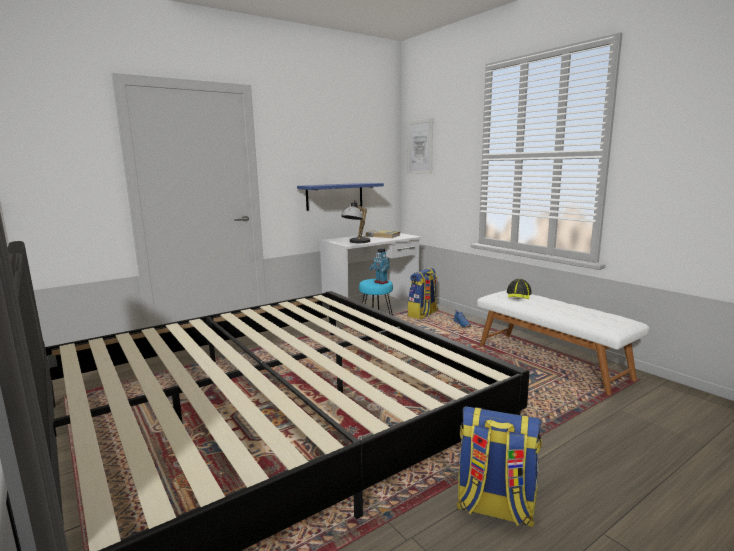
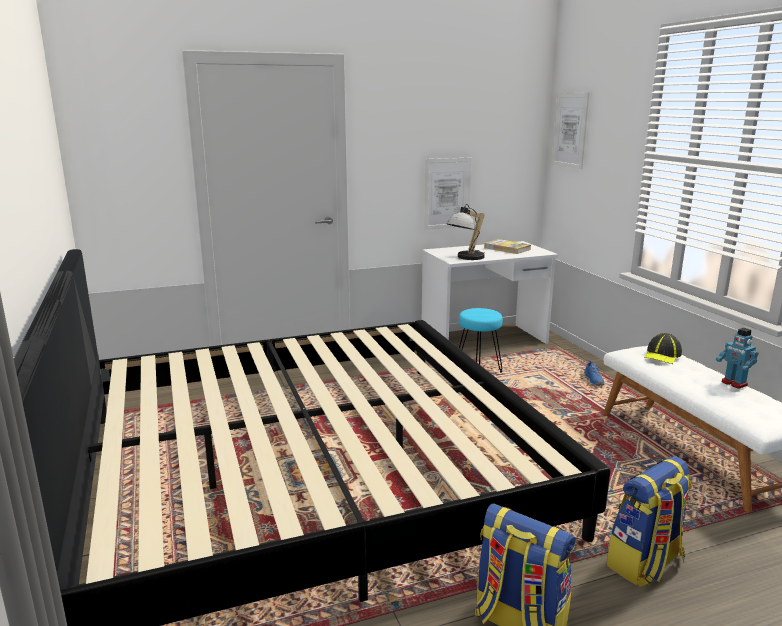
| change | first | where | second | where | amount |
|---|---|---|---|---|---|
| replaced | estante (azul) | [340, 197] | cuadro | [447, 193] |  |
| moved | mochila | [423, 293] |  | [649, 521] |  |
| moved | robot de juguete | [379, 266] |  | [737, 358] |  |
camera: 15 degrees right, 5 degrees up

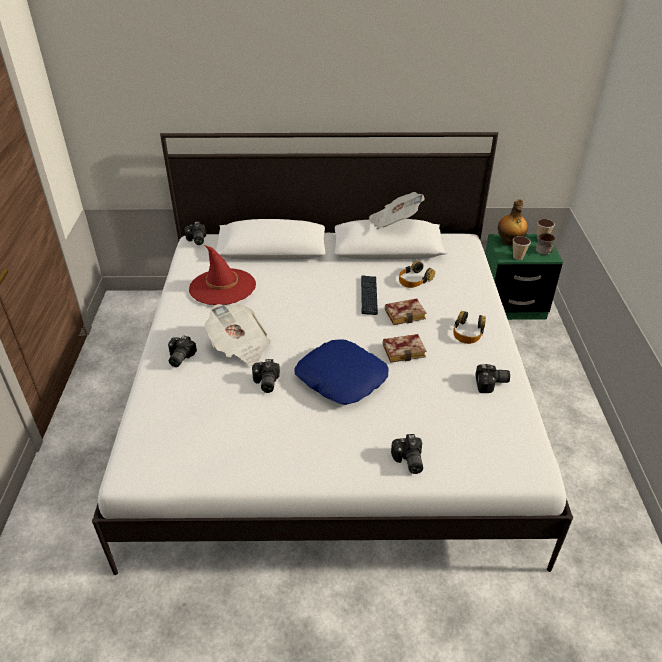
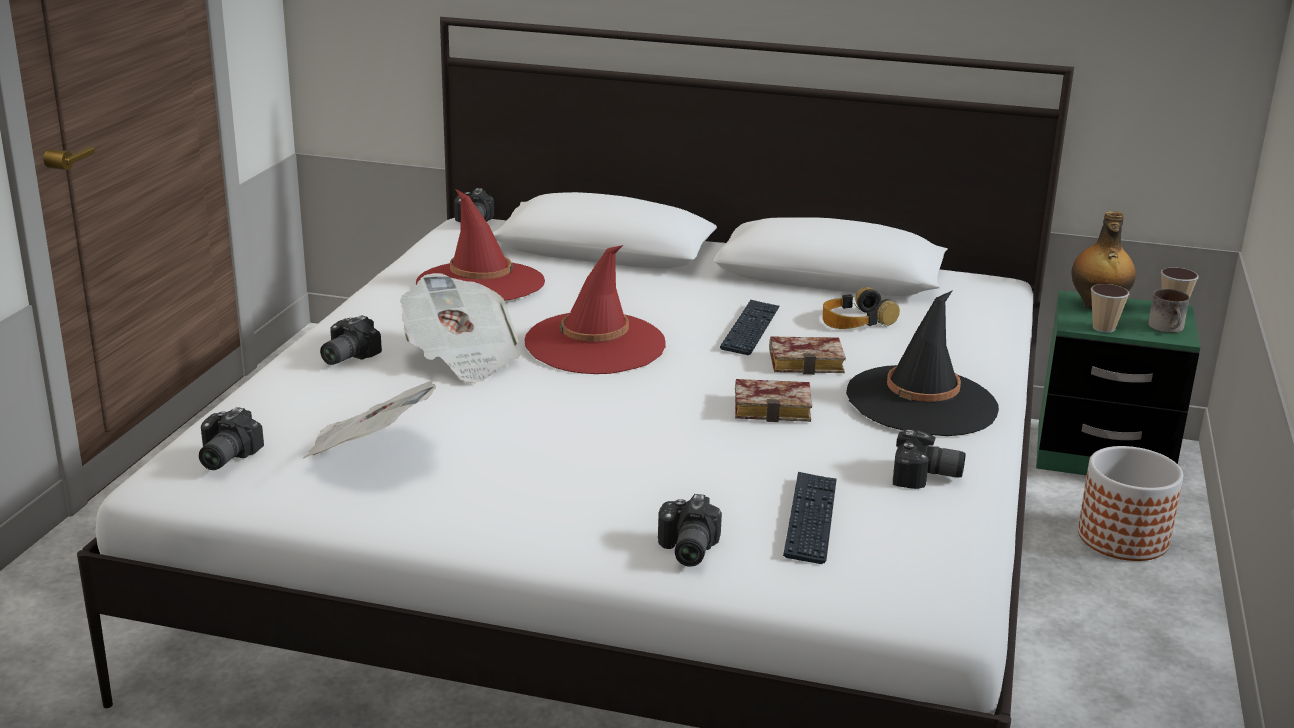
| change | first | where | second | where | amount |
|---|---|---|---|---|---|
| moved | cámara | [266, 376] |  | [231, 438] |  |
| moved | periódico | [397, 210] |  | [369, 418] |  |
| added |  |  | sombrero (rojo) | [595, 309] |  |
| added |  |  | teclado | [810, 518] |  |
| replaced | auriculares | [469, 327] | sombrero (negro) | [922, 363] |  |
| added |  |  | maceta | [1130, 503] |  |
| removed | cojín (azul) | [341, 372] |  |  |  |
camera: 15 degrees right, 15 degrees down

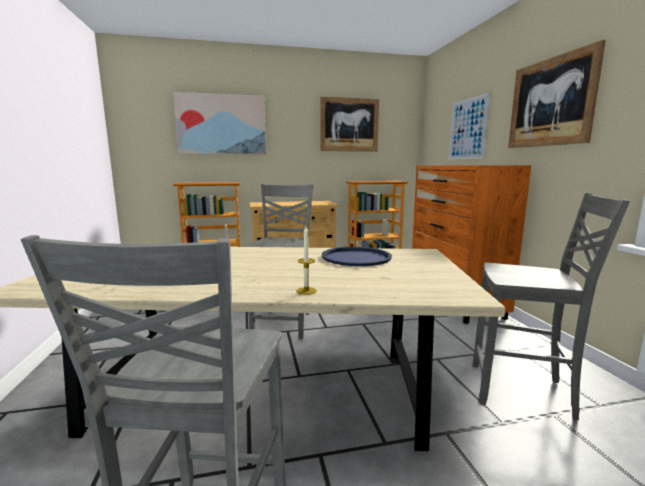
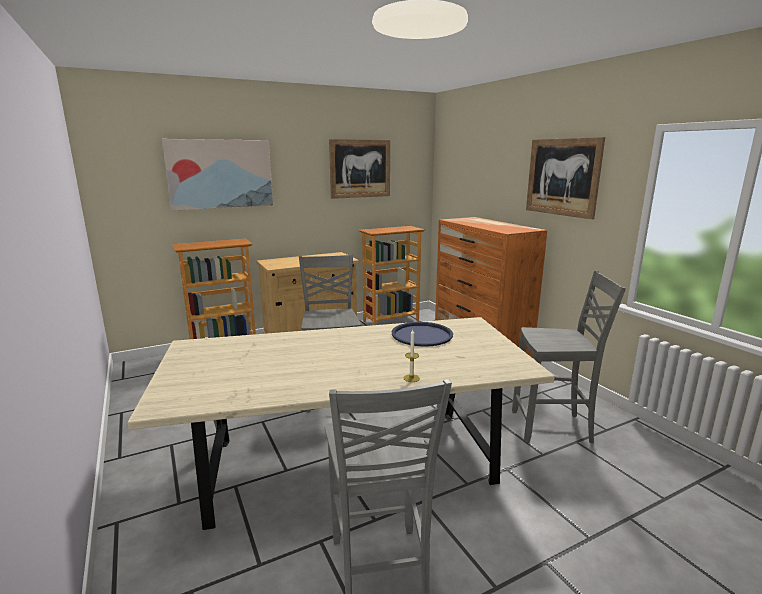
| change | first | where | second | where | amount |
|---|---|---|---|---|---|
| removed | cuadro | [469, 126] |  |  |  |
camera: 15 degrees left, 5 degrees up

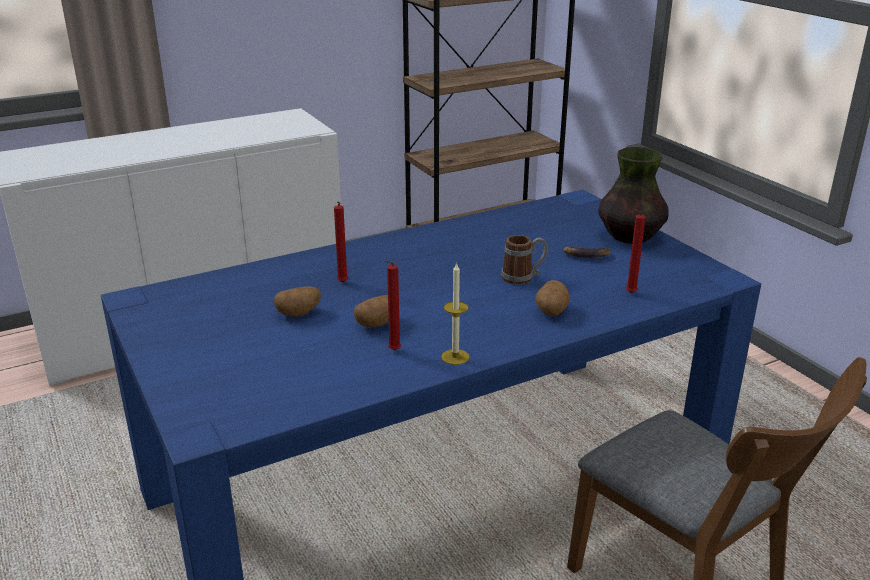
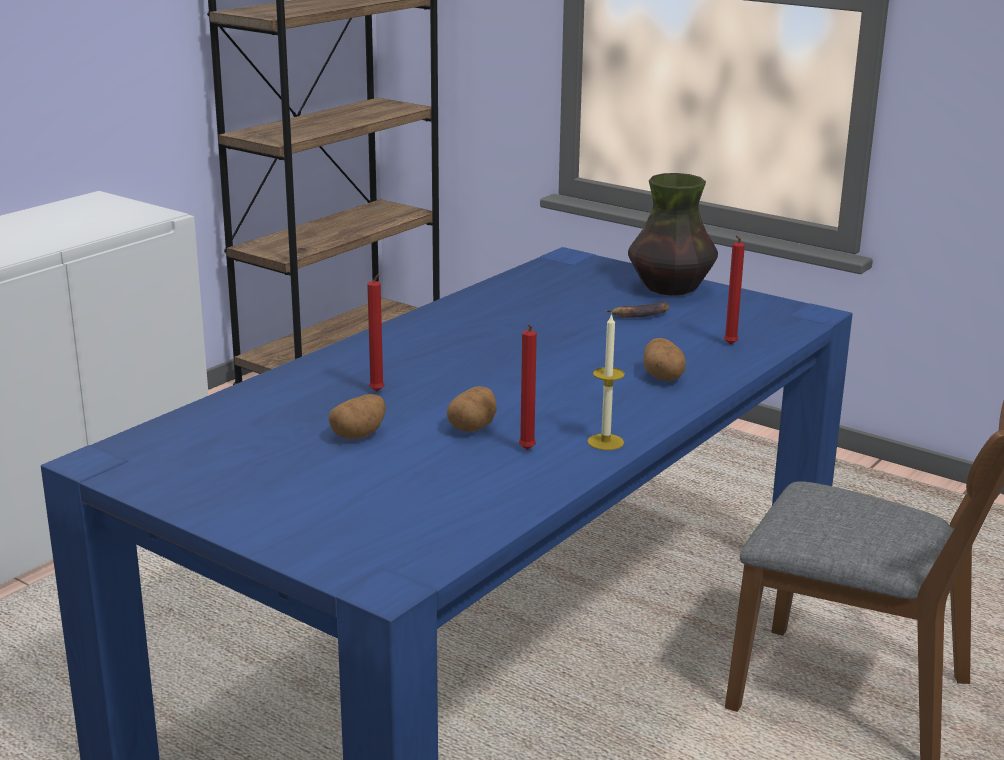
| change | first | where | second | where | amount |
|---|---|---|---|---|---|
| removed | taza grande | [525, 260] |  |  |  |
camera: 25 degrees left, 5 degrees down

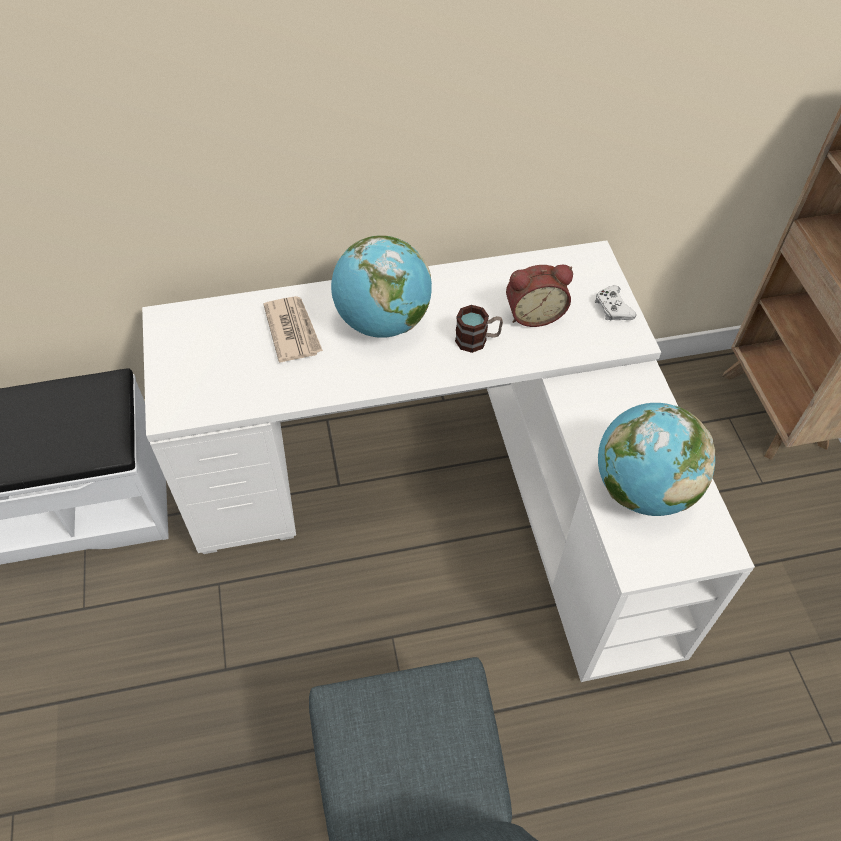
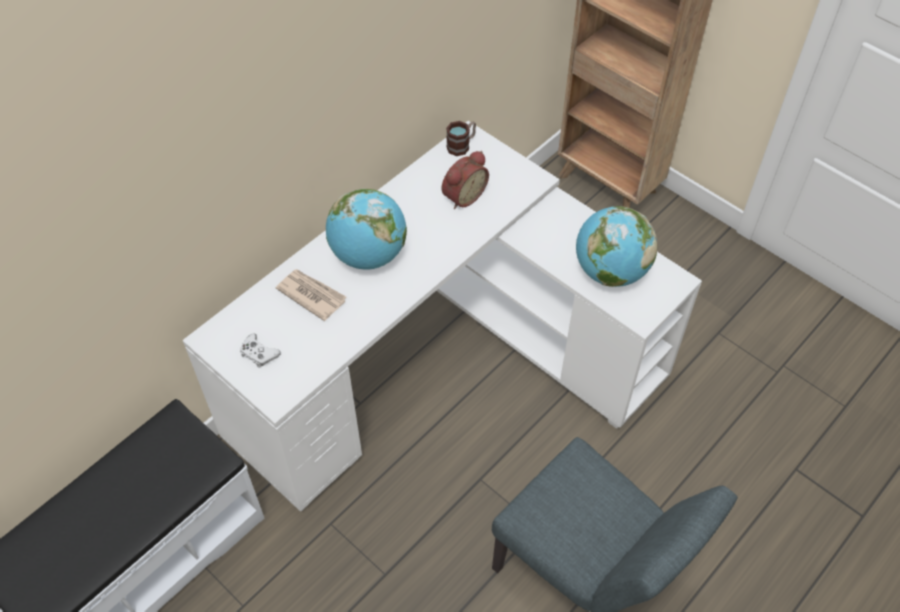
| change | first | where | second | where | amount |
|---|---|---|---|---|---|
| moved | mando de consola (blanco) | [615, 302] |  | [260, 351] |  |
| moved | taza grande | [479, 329] |  | [461, 138] |  |
camera: 35 degrees left, 0 degrees up

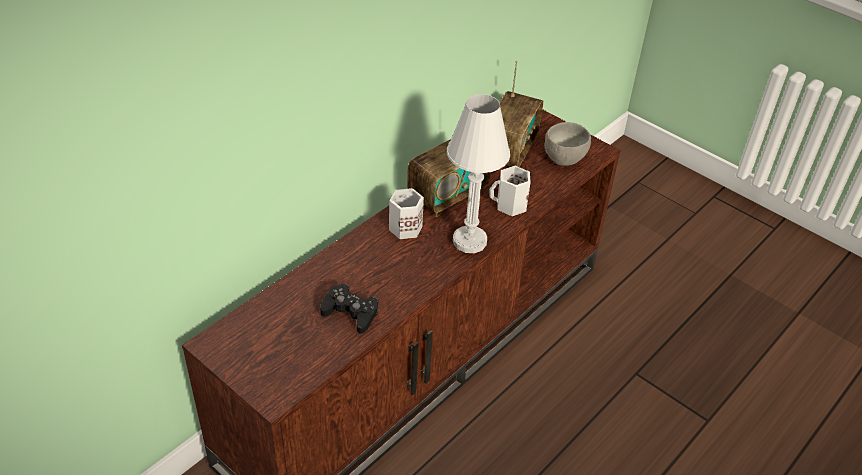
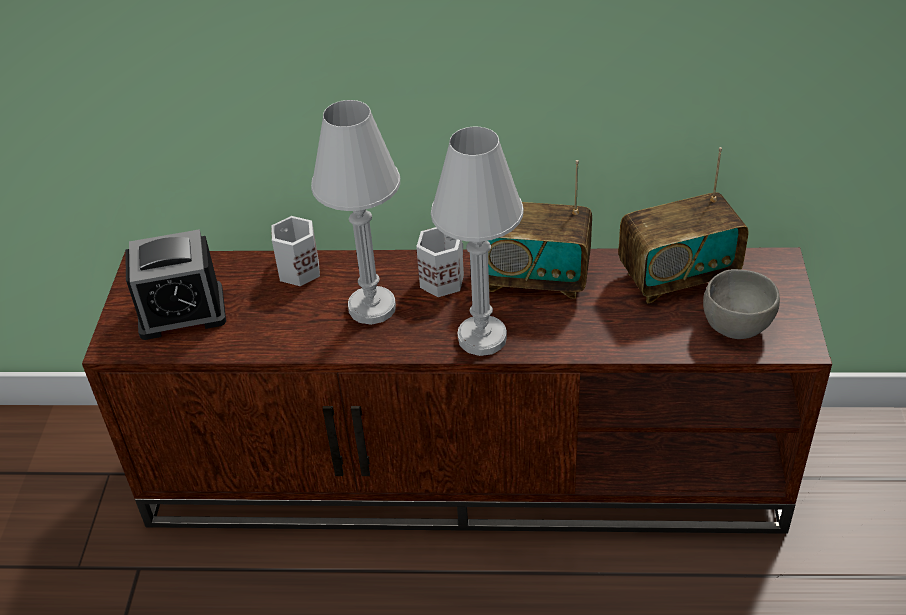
| change | first | where | second | where | amount |
|---|---|---|---|---|---|
| added |  |  | despertador | [175, 284] |  |
| moved | taza grande (blanco) | [510, 191] |  | [295, 251] |  |
| added |  |  | lámpara de mesa (blanco) | [355, 212] |  |
| removed | mando de consola (negro) | [349, 309] |  |  |  |
camera: 55 degrees right, 0 degrees up

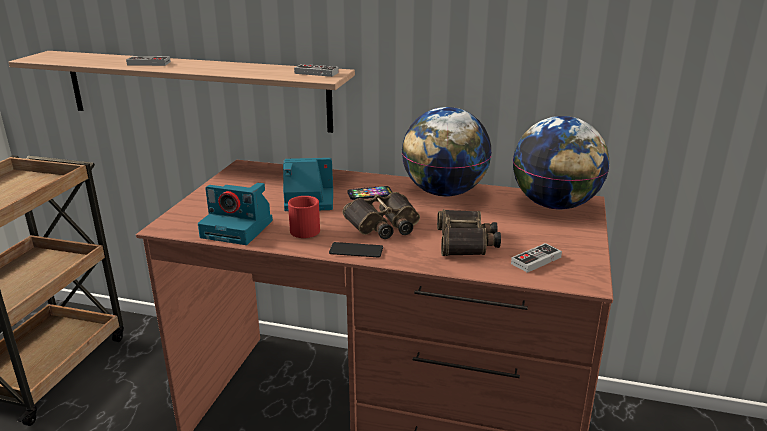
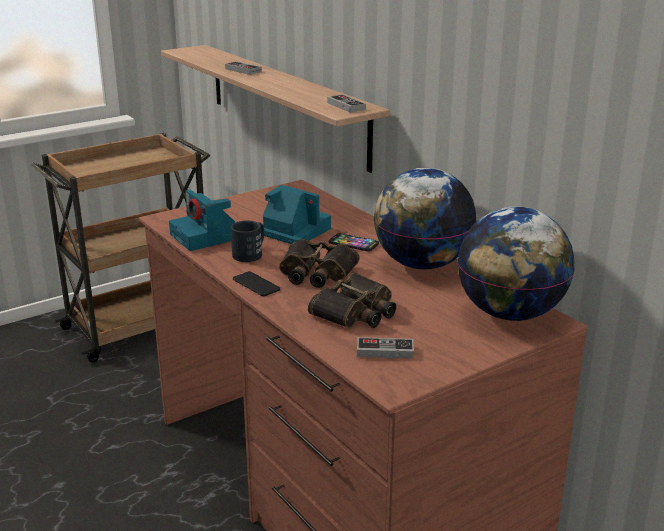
| change | first | where | second | where | amount |
|---|---|---|---|---|---|
| recoloured | taza grande (rojo) | [304, 217] | taza grande (negro) | [247, 241] |  |
camera: 40 degrees right, 0 degrees up

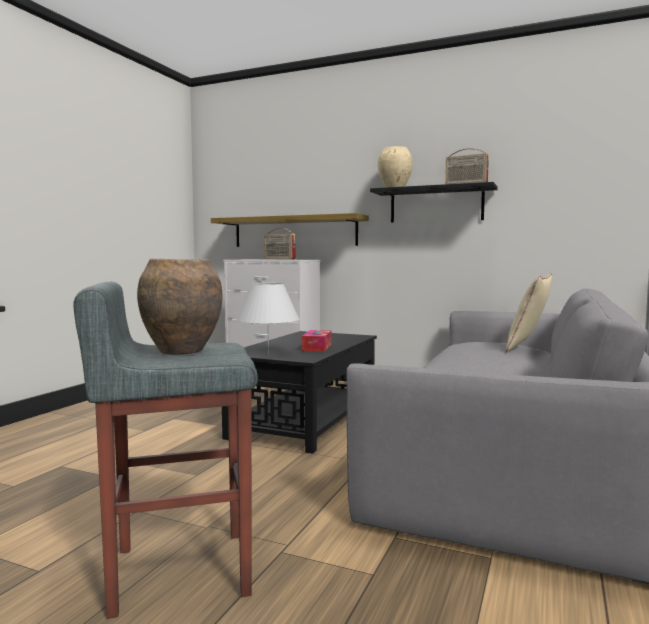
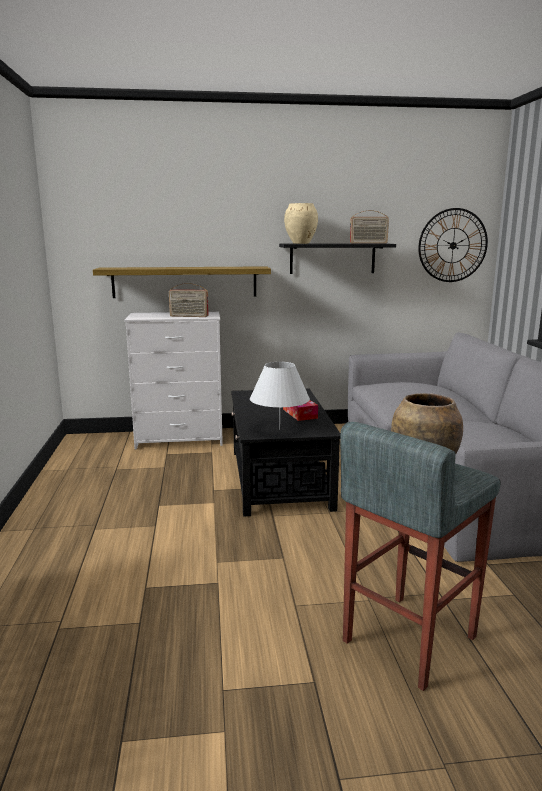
| change | first | where | second | where | amount |
|---|---|---|---|---|---|
| added |  |  | reloj de pared | [453, 245] |  |
| removed | cojín (beis) | [529, 312] |  |  |  |
camera: 30 degrees left, 10 degrees up

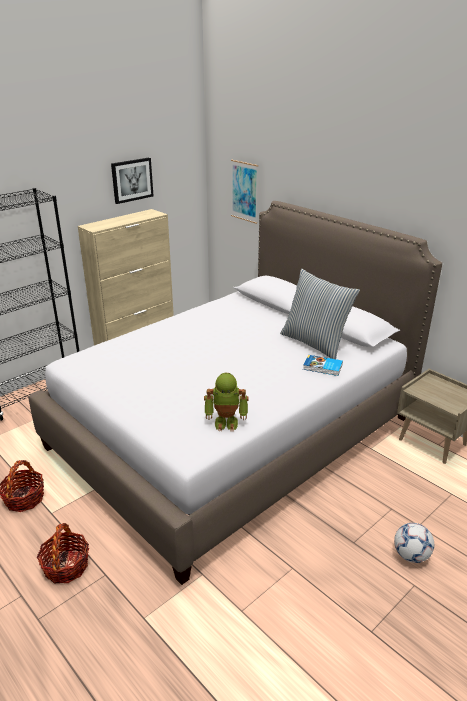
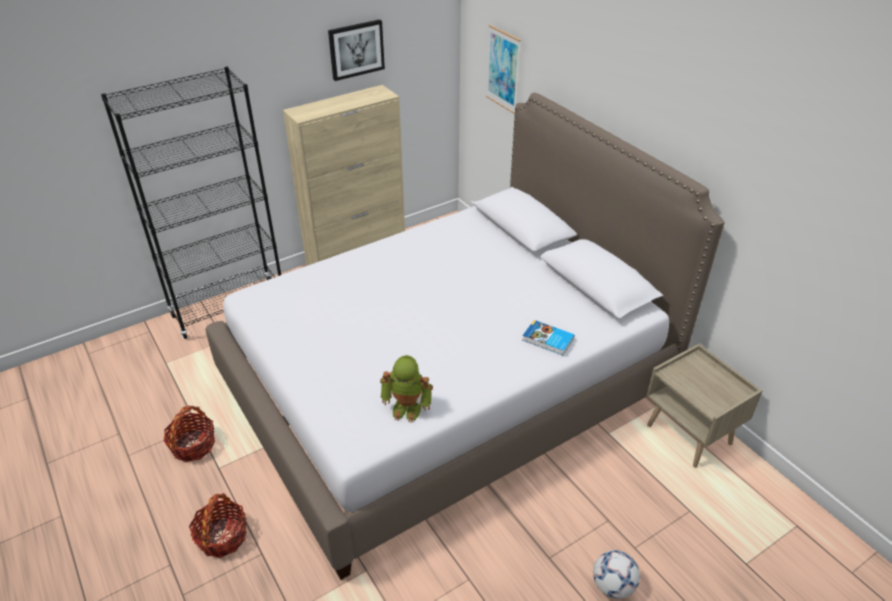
| change | first | where | second | where | amount |
|---|---|---|---|---|---|
| removed | cojín | [320, 314] |  |  |  |
camera: 10 degrees right, 10 degrees up

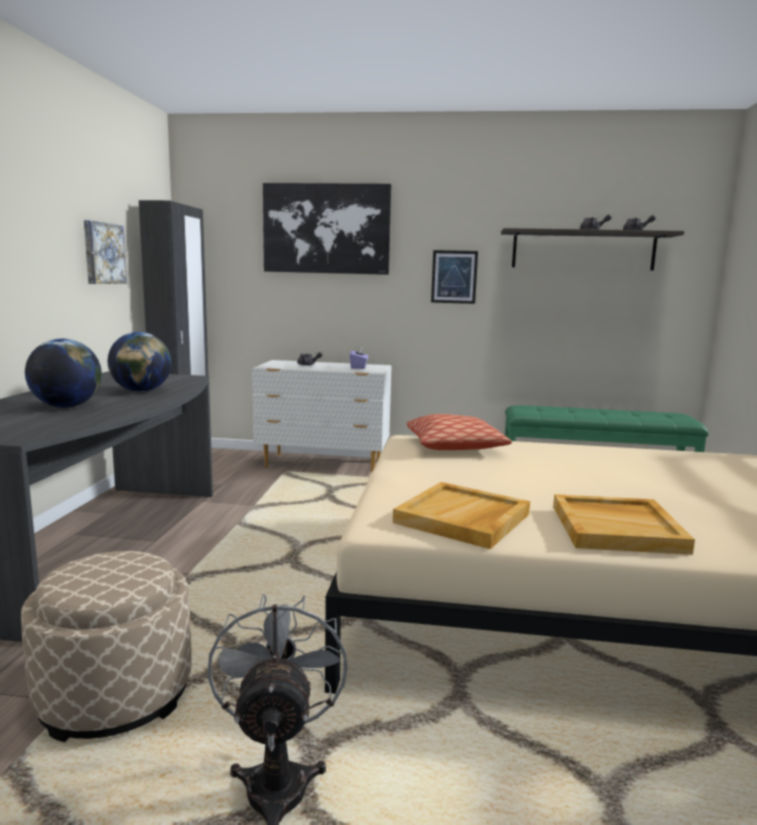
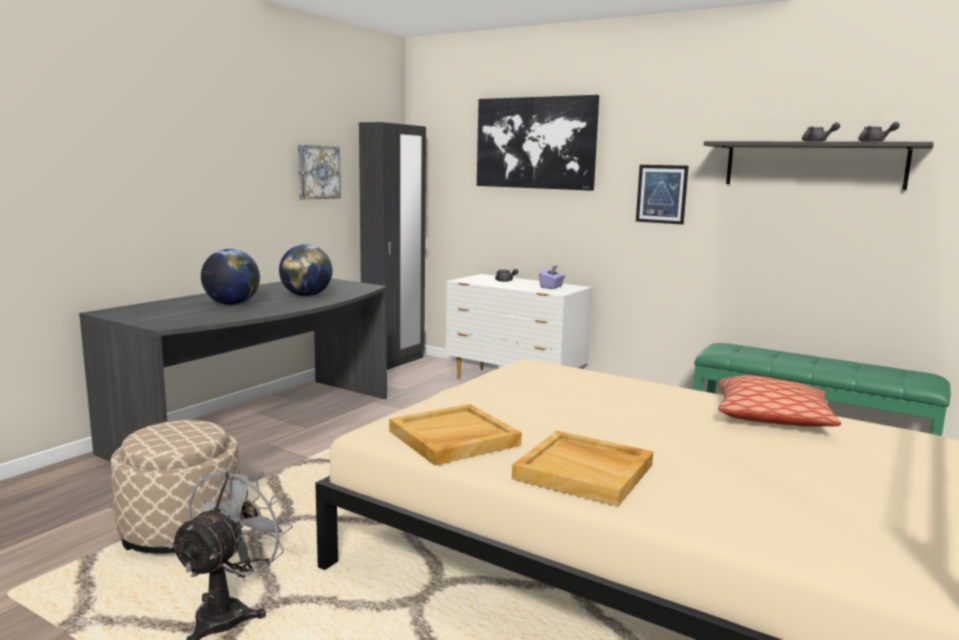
| change | first | where | second | where | amount |
|---|---|---|---|---|---|
| moved | cojín | [459, 432] |  | [780, 401] |  |
camera: 25 degrees right, 0 degrees up

